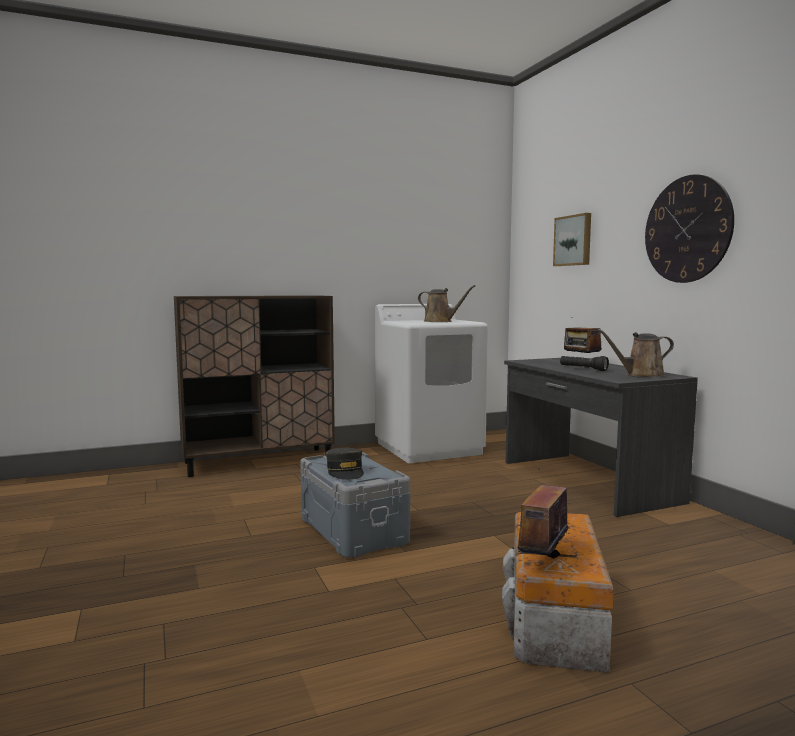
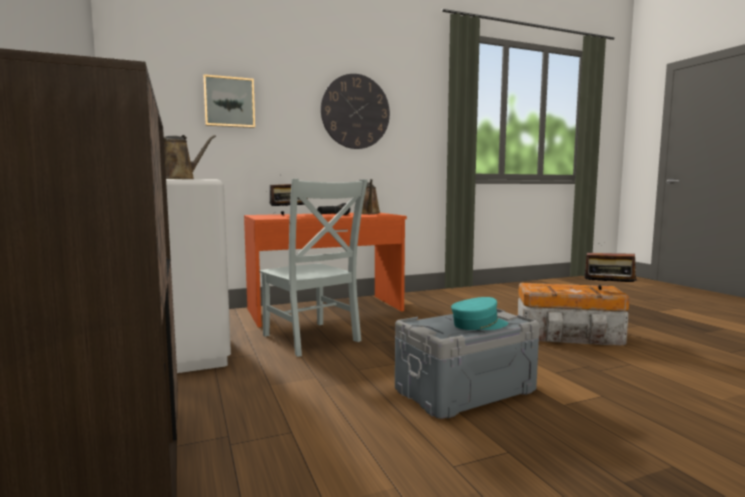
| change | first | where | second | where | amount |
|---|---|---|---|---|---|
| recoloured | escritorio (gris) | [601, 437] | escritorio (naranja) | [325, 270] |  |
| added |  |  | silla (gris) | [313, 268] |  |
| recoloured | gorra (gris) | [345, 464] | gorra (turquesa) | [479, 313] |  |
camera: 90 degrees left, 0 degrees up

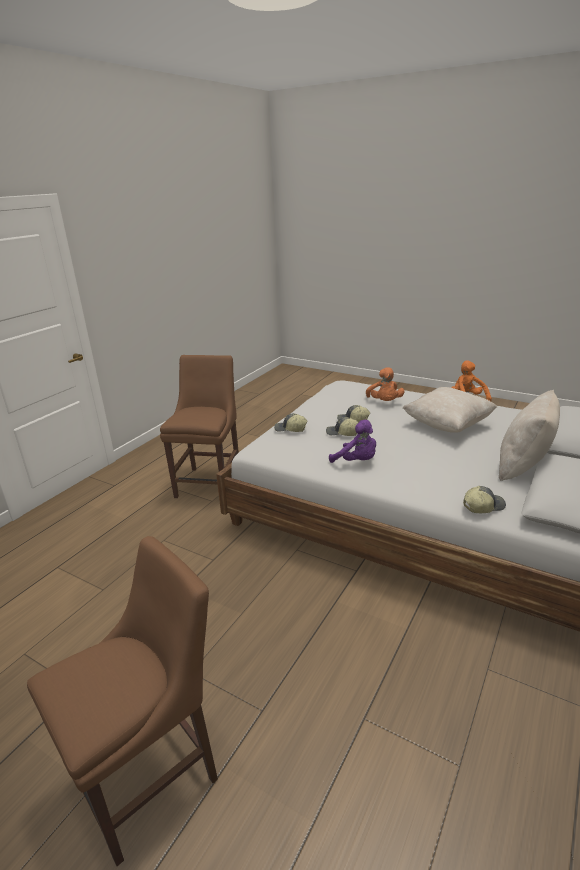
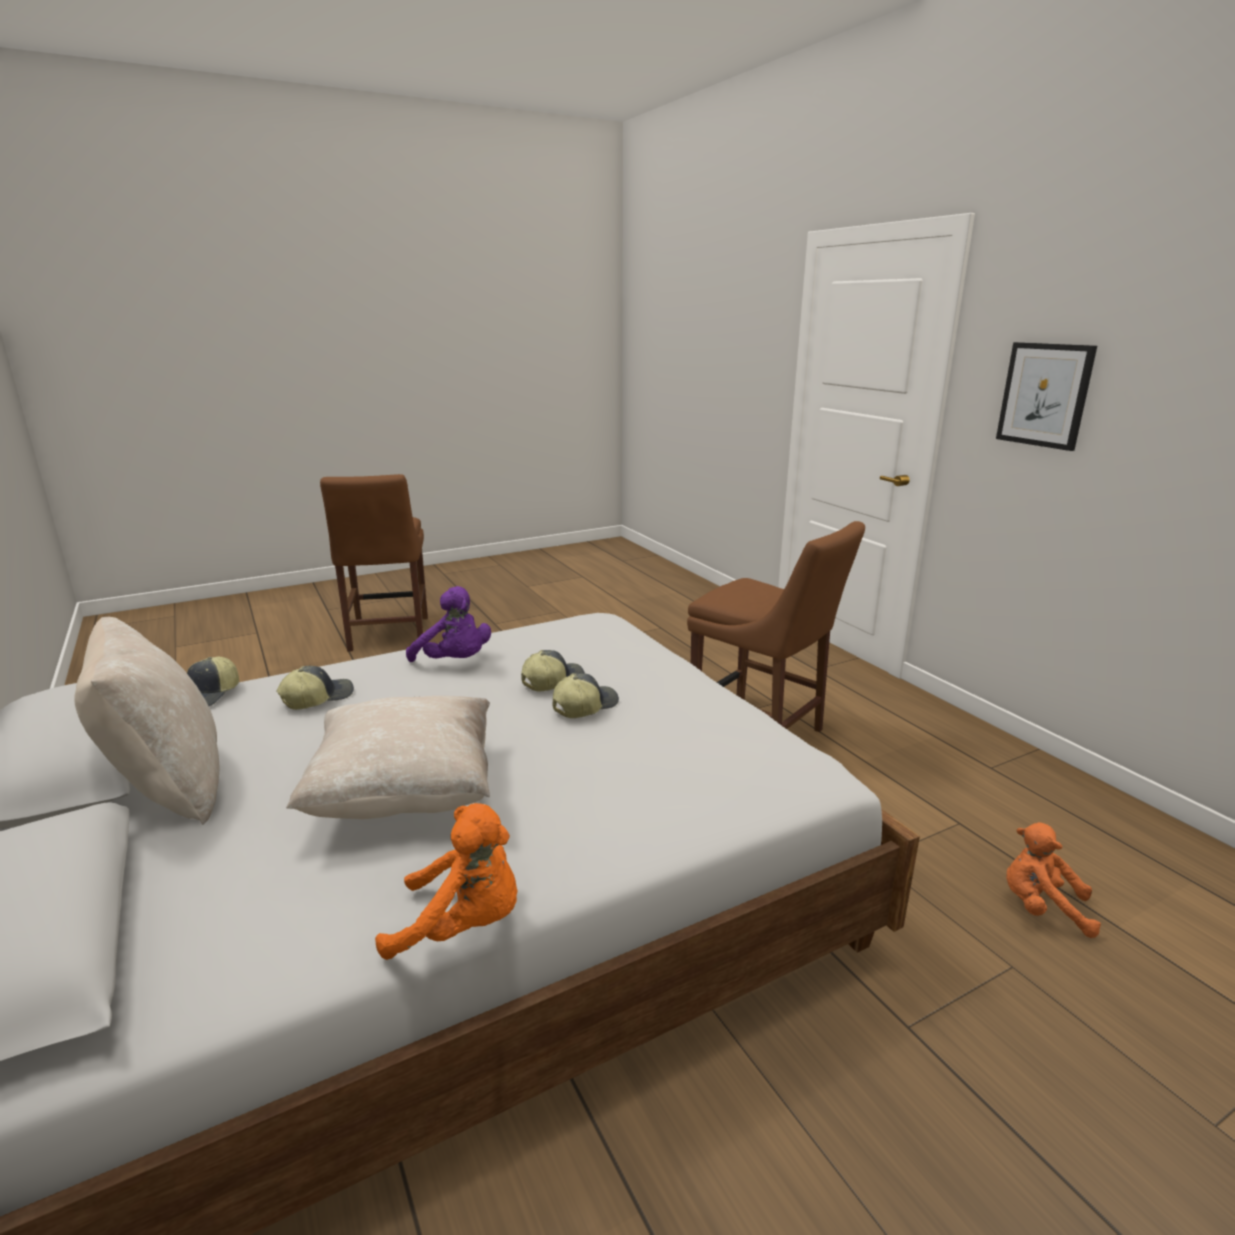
| change | first | where | second | where | amount |
|---|---|---|---|---|---|
| moved | gorra | [291, 422] |  | [315, 688] |  |
| turned | peluche (morado) | [352, 441] |  | [448, 624] | 120 degrees counterclockwise |
| added |  |  | cuadro | [1046, 396] |  |
| moved | peluche (naranja) | [385, 384] |  | [1053, 880] |  |
camera: 120 degrees right, 5 degrees down

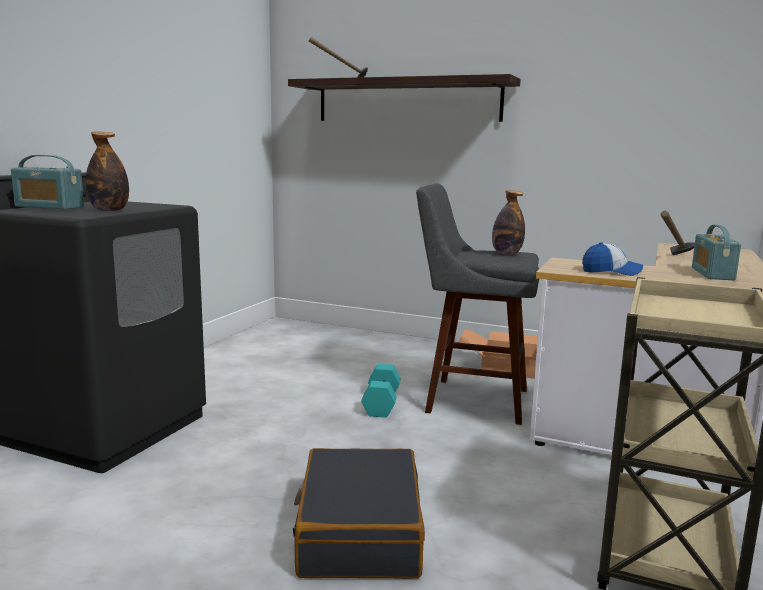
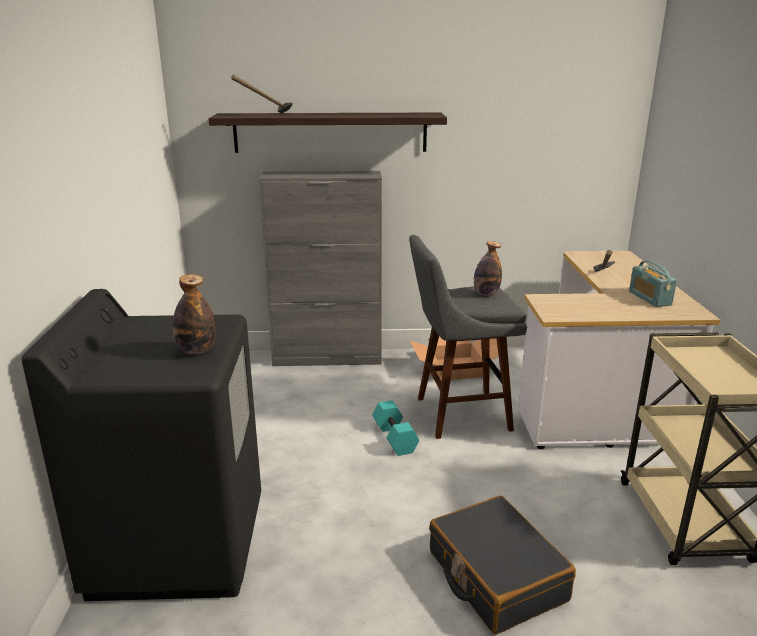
| change | first | where | second | where | amount |
|---|---|---|---|---|---|
| added |  |  | armario (gris) | [320, 268] |  |
| removed | radio | [47, 182] |  |  |  |
| removed | gorra | [612, 259] |  |  |  |
camera: 25 degrees left, 10 degrees up

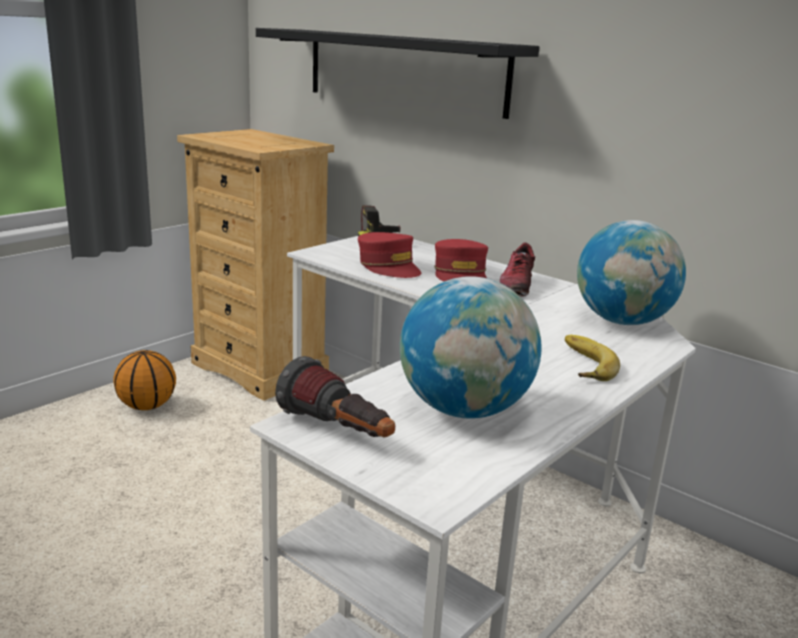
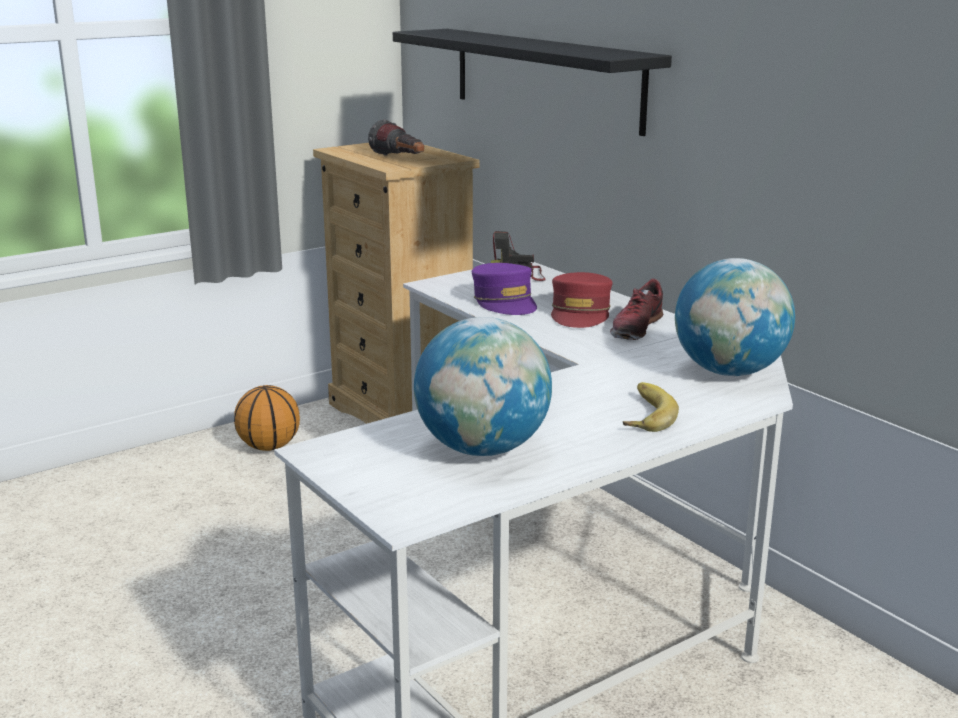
| change | first | where | second | where | amount |
|---|---|---|---|---|---|
| moved | linterna | [335, 397] |  | [396, 138] |  |
| recoloured | gorra (rojo) | [389, 255] | gorra (morado) | [504, 289] |  |
camera: 15 degrees right, 0 degrees up

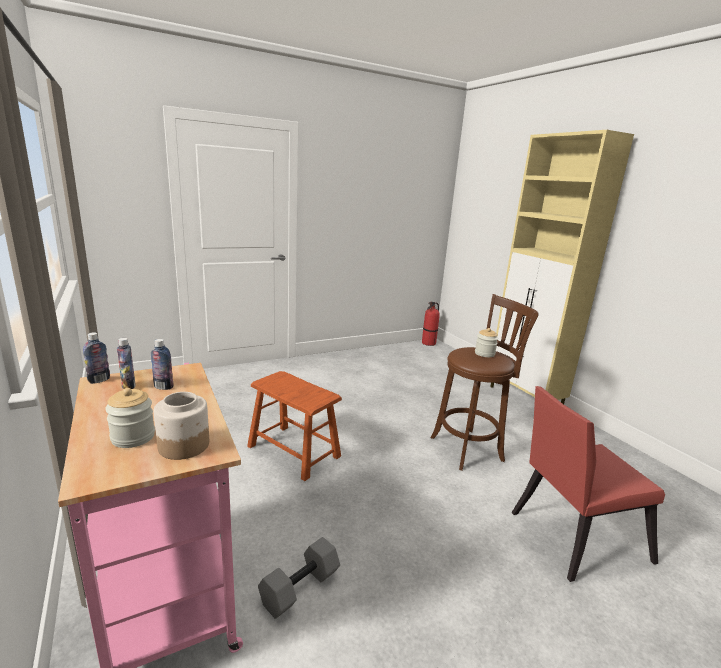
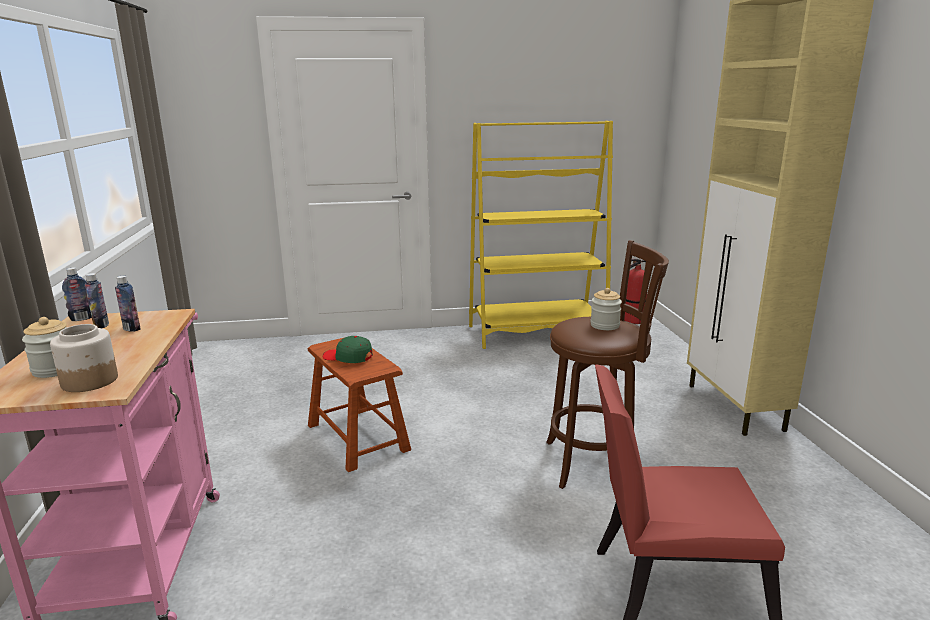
| change | first | where | second | where | amount |
|---|---|---|---|---|---|
| added |  |  | gorra (verde) | [348, 349] |  |
| added |  |  | estantería (amarillo) | [541, 235] |  |
| removed | mancuerna (gris) | [299, 578] |  |  |  |
camera: 20 degrees right, 0 degrees up

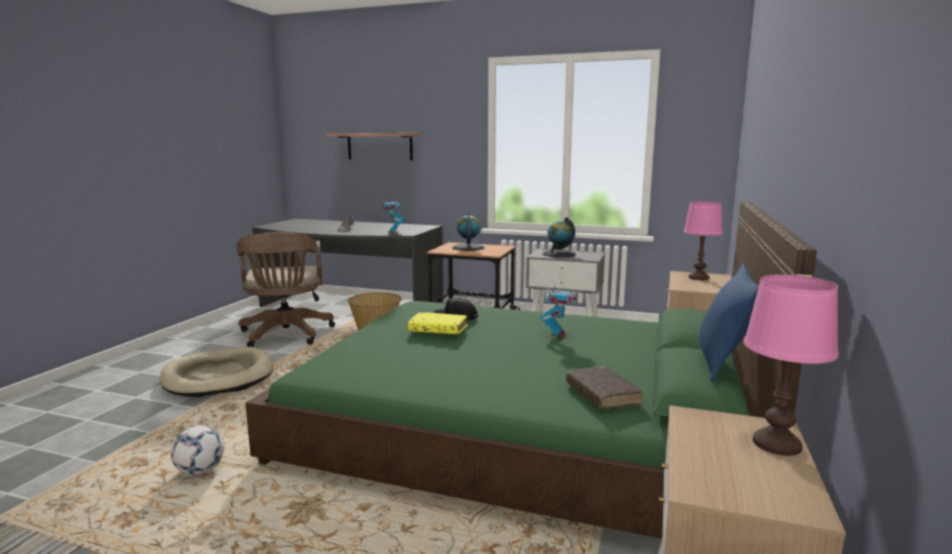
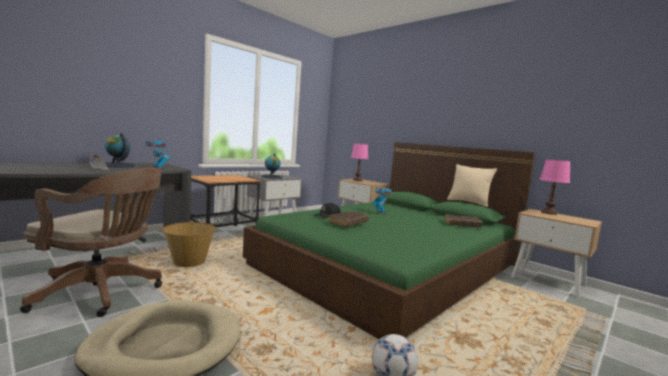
| change | first | where | second | where | amount |
|---|---|---|---|---|---|
| moved | globo terráqueo | [468, 232] |  | [120, 150] |  |
| recoloured | libro (amarillo) | [437, 323] | libro (marrón) | [349, 219] |  |
| recoloured | cojín (azul) | [729, 322] | cojín (beis) | [472, 185] |  |
| removed | estante | [373, 146] |  |  |  |
camera: 65 degrees left, 5 degrees down

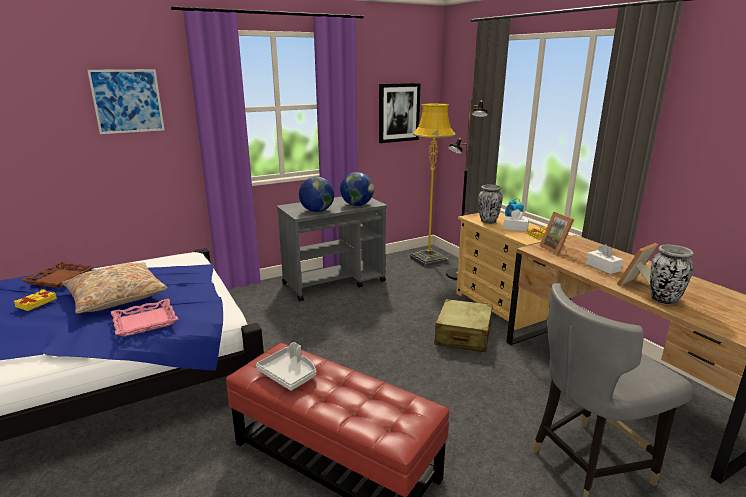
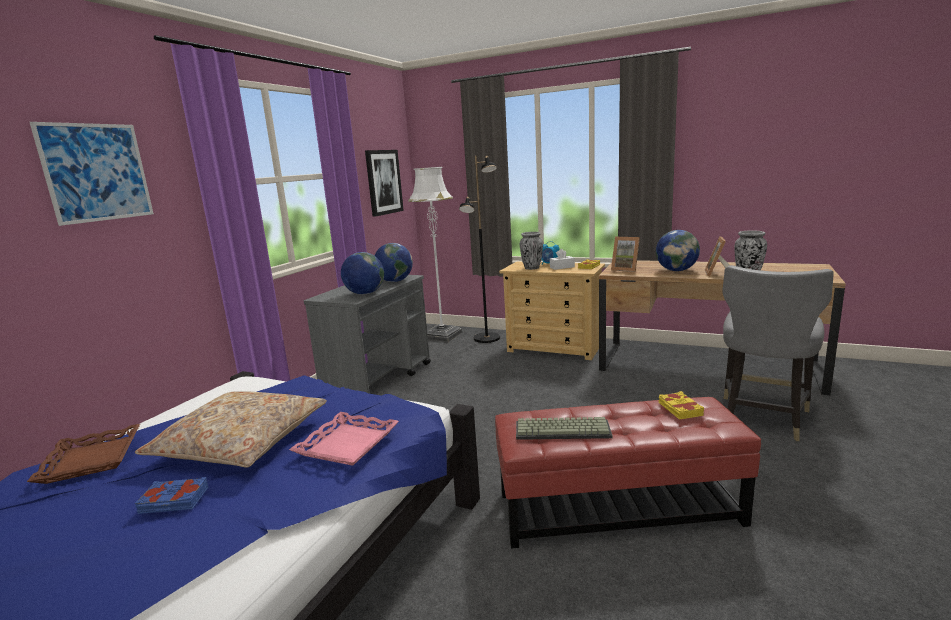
| change | first | where | second | where | amount |
|---|---|---|---|---|---|
| added |  |  | libro (azul) | [172, 495] |  |
| recoloured | lámpara de pie (amarillo) | [432, 185] | lámpara de pie (blanco) | [435, 254] |  |
| replaced | bandeja (gris) | [286, 366] | teclado | [564, 428] |  |
| replaced | caja de pañuelos (blanco) | [604, 259] | globo terráqueo | [678, 250] |  |
| moved | libro (amarillo) | [35, 300] |  | [681, 405] |  |
| removed | maleta (beis) | [463, 325] |  |  |  |
camera: 35 degrees left, 5 degrees down

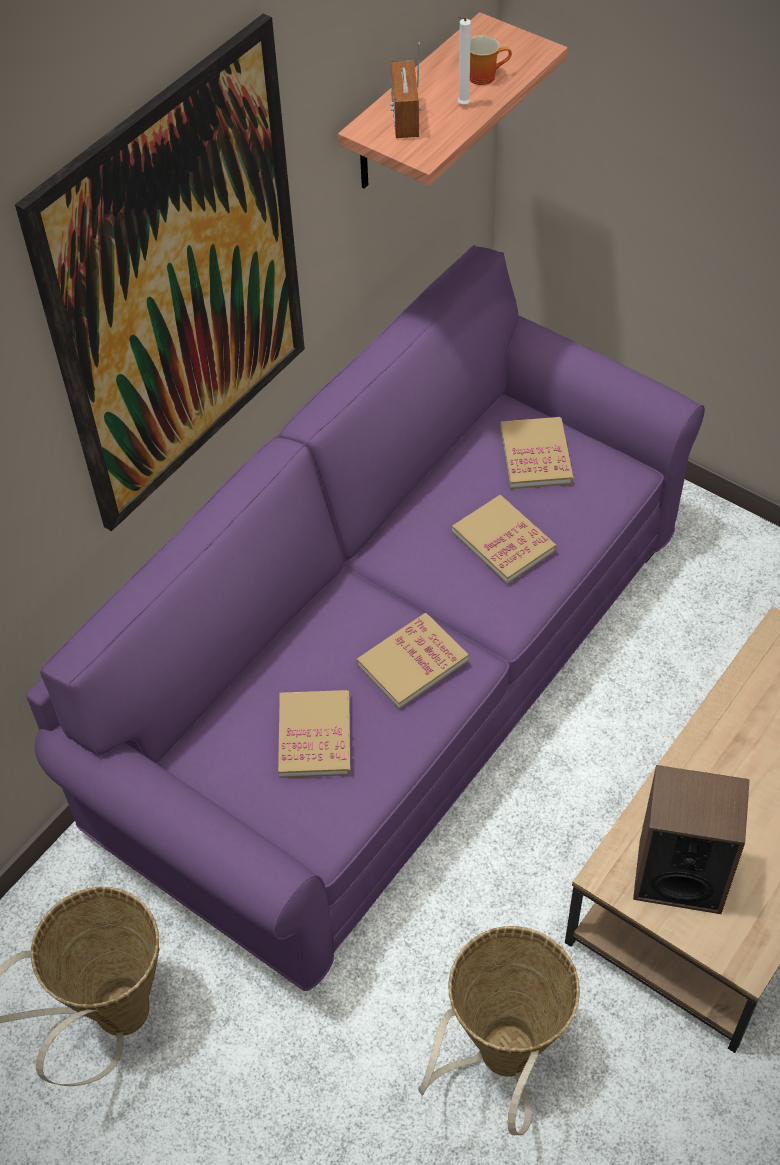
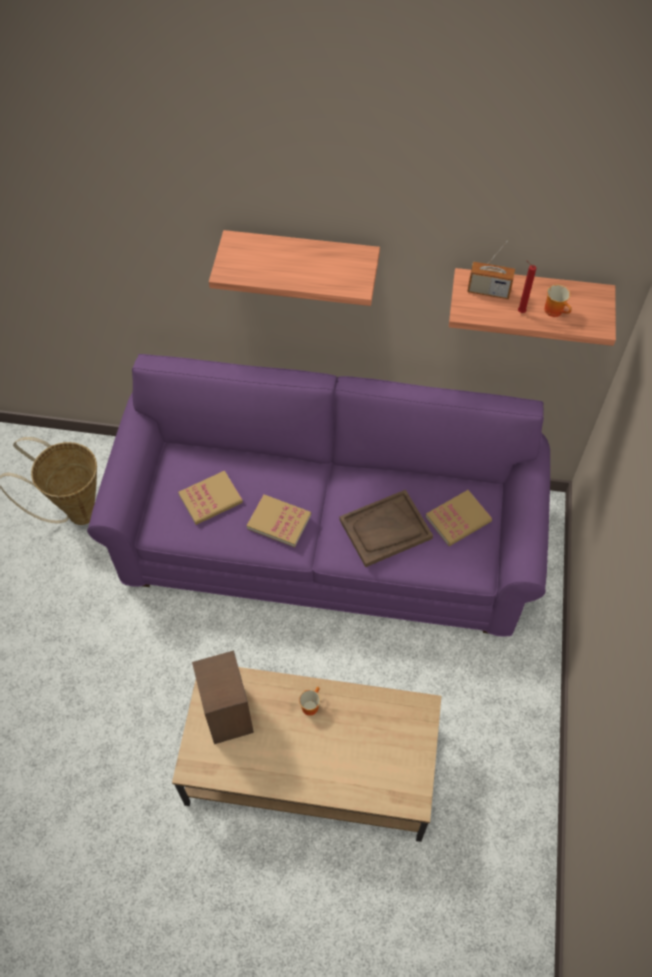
| change | first | where | second | where | amount |
|---|---|---|---|---|---|
| replaced | cuadro | [160, 273] | estante | [294, 268] |  |
| added |  |  | taza grande | [309, 701] |  |
| replaced | libro | [504, 539] | bandeja (marrón) | [386, 528] |  |
| turned | radio | [405, 90] |  | [491, 270] | 135 degrees counterclockwise |
| recoloured | vela (blanco) | [464, 60] | vela (rojo) | [527, 287] |  |
| removed | cesta | [499, 1030] |  |  |  |
camera: 60 degrees right, 5 degrees up

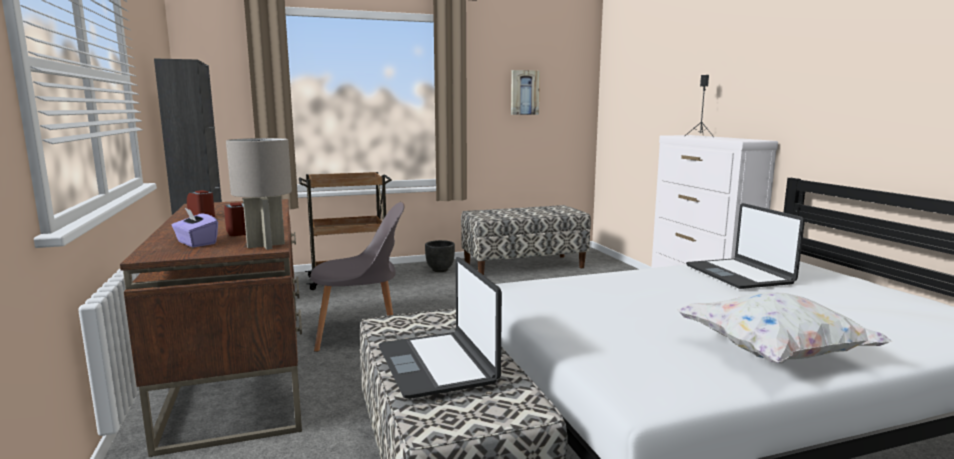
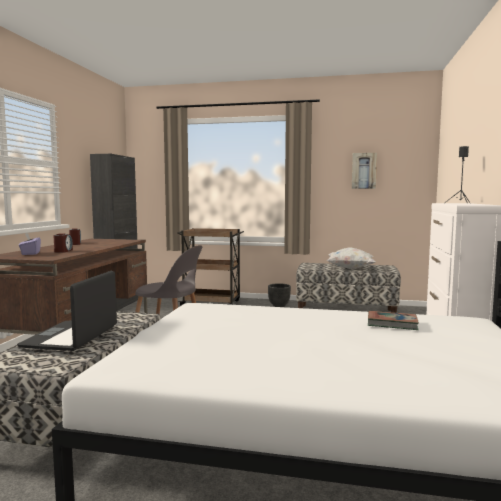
| change | first | where | second | where | amount |
|---|---|---|---|---|---|
| moved | cojín (blanco) | [785, 328] |  | [351, 258] |  |
| replaced | portátil | [745, 246] | libro | [393, 320] |  |
| removed | lámpara de mesa (gris) | [259, 194] |  |  |  |
camera: 30 degrees right, 5 degrees down

